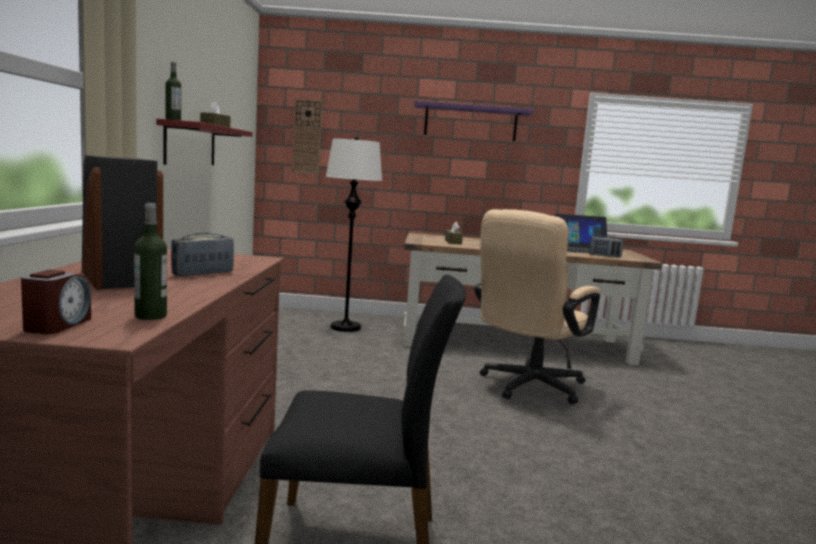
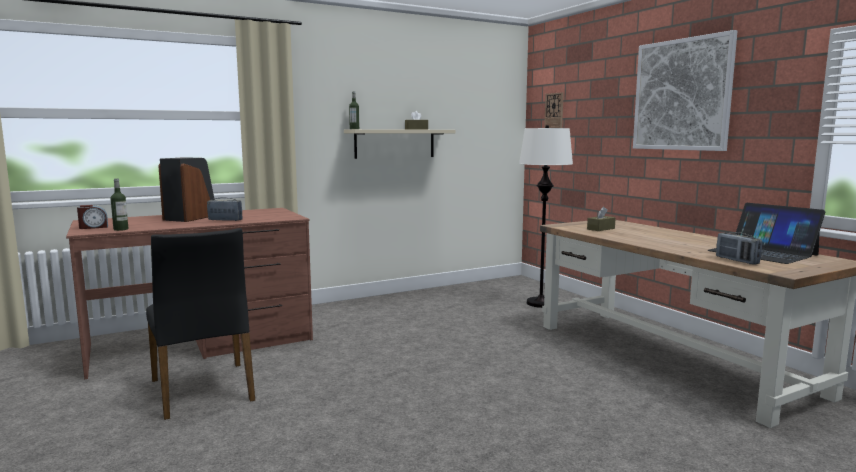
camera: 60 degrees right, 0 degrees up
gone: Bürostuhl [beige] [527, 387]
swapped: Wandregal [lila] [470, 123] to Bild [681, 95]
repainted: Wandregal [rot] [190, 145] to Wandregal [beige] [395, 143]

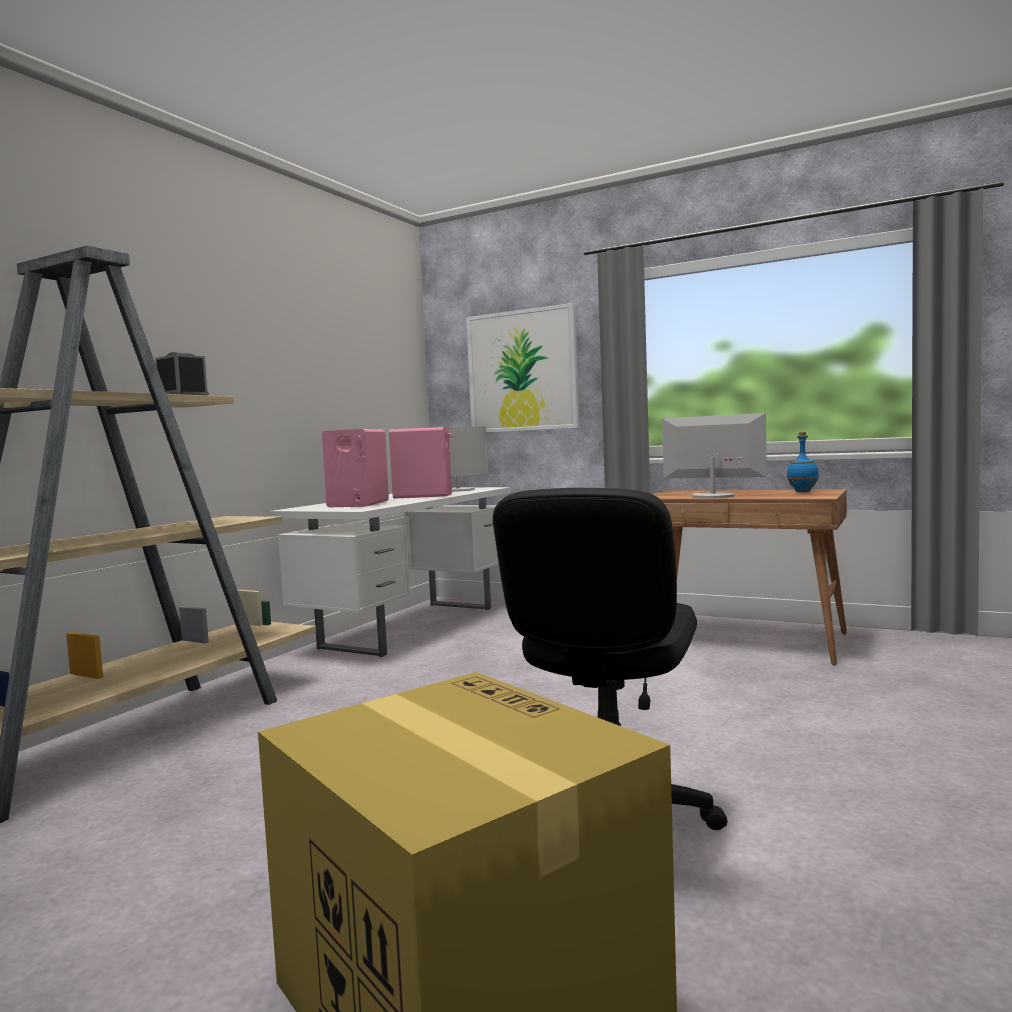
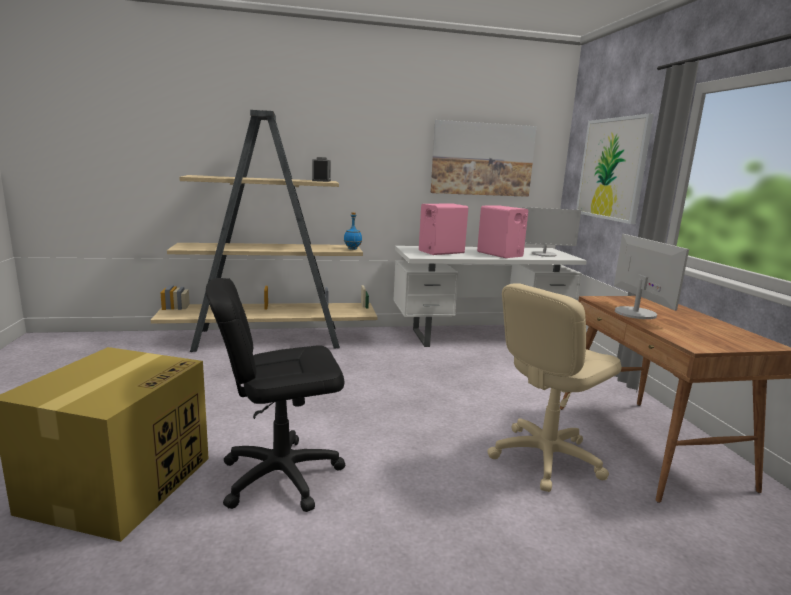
camera: 50 degrees right, 10 degrees up
new: Bild [482, 159]; Bürostuhl [beige] [545, 458]
shifted: Flasche [blau] [803, 491] to [353, 249]

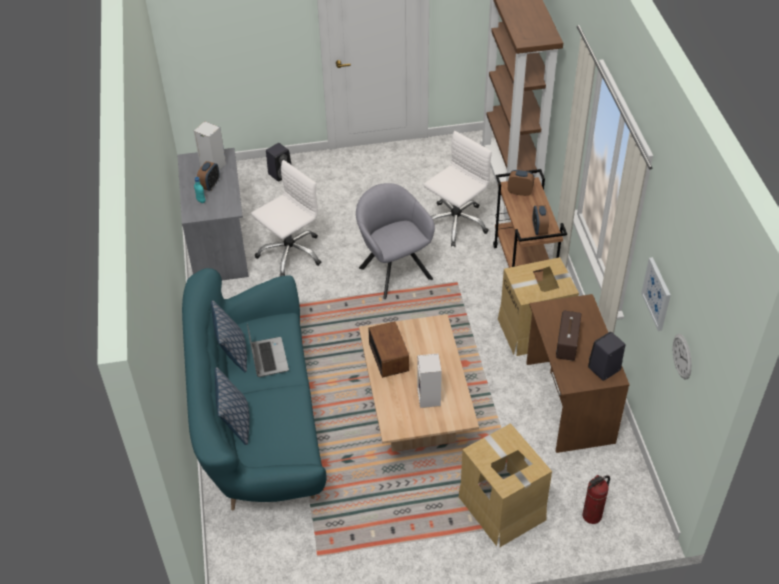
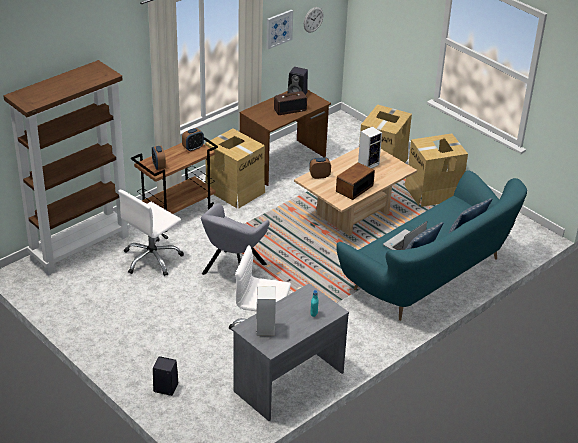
camera: 125 degrees left, 10 degrees down
gone: Feuerlöscher [592, 516]
new: Karton [433, 192]
shifted: Wecker [210, 185] to [319, 176]
rotated: Bürostuhl [weiß] [455, 223] = [152, 259] 60 degrees counterclockwise

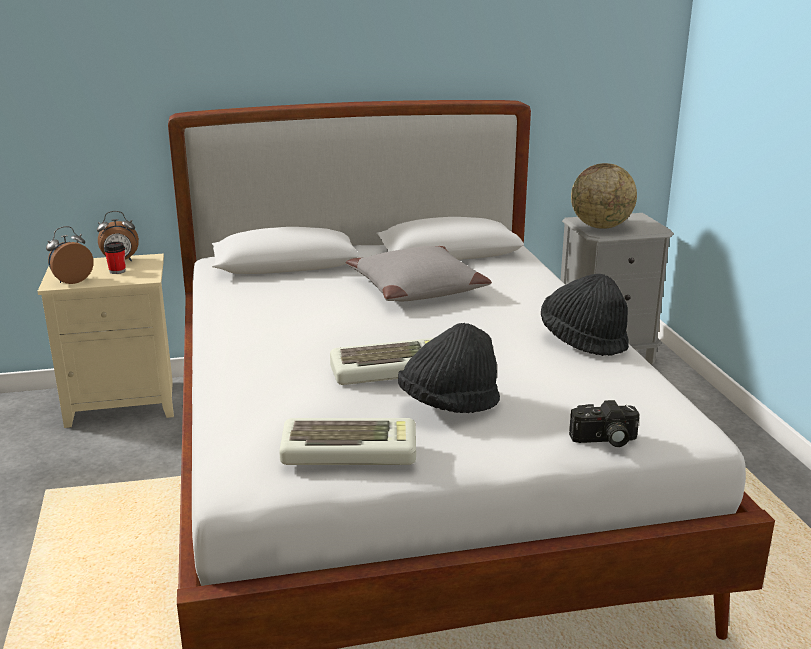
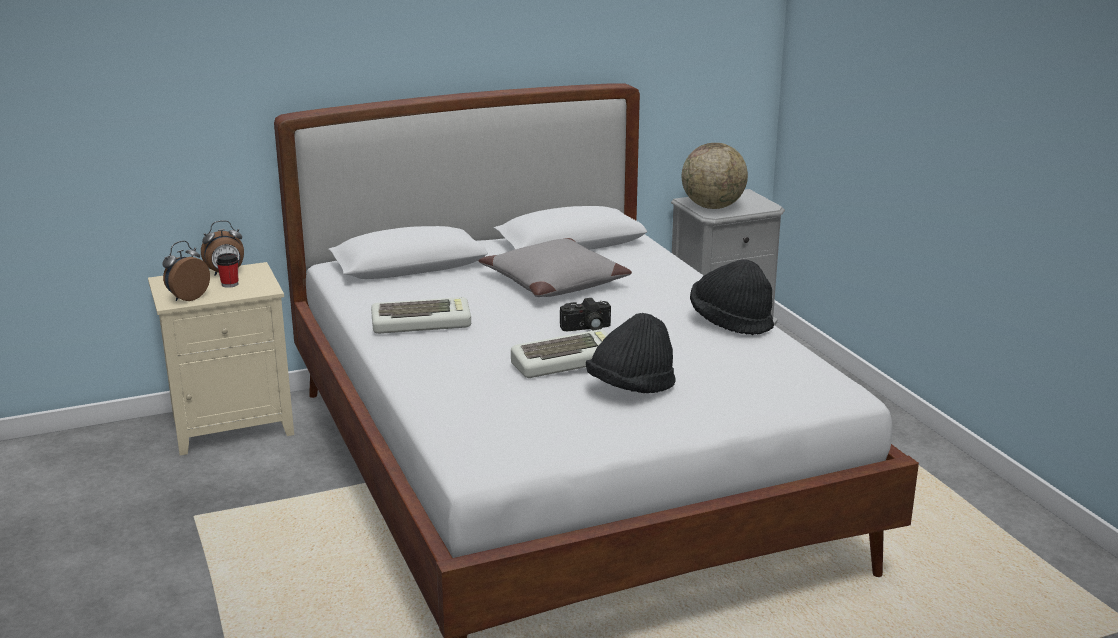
camera: 10 degrees left, 0 degrees up
shifted: Tastatur [350, 451] to [422, 323]; Kamera [604, 440] to [586, 328]

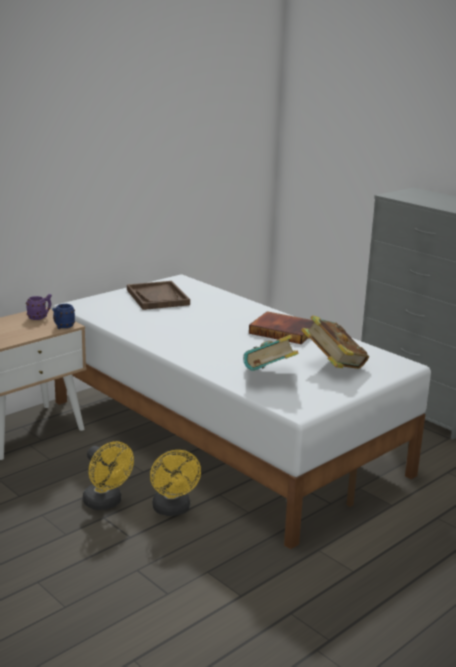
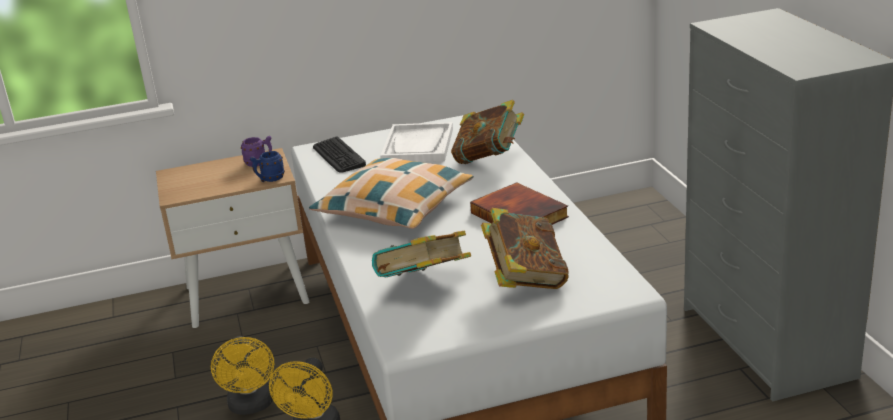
camera: 30 degrees right, 5 degrees up
new: Kissen [394, 207]; Tastatur [338, 156]; Buch [489, 159]
repainted: Tablett [braun] [158, 297] to Tablett [weiß] [418, 145]

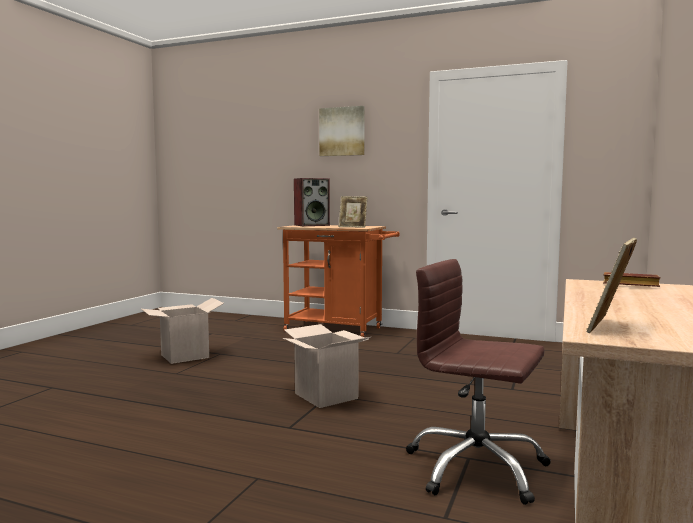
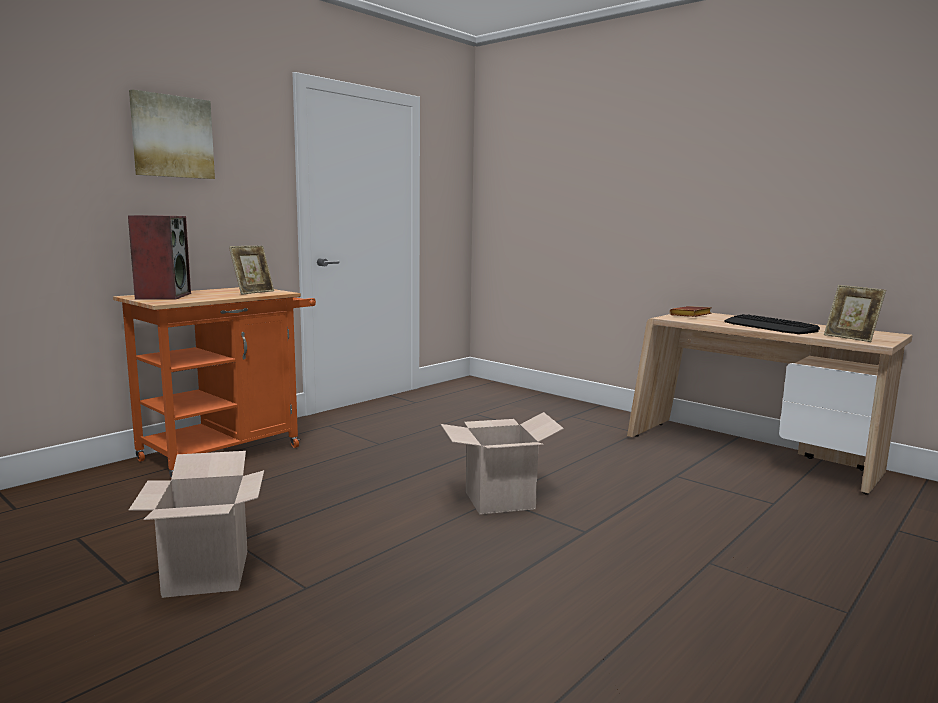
camera: 70 degrees left, 5 degrees up
gone: Bürostuhl [braun] [476, 468]
new: Tastatur [770, 326]

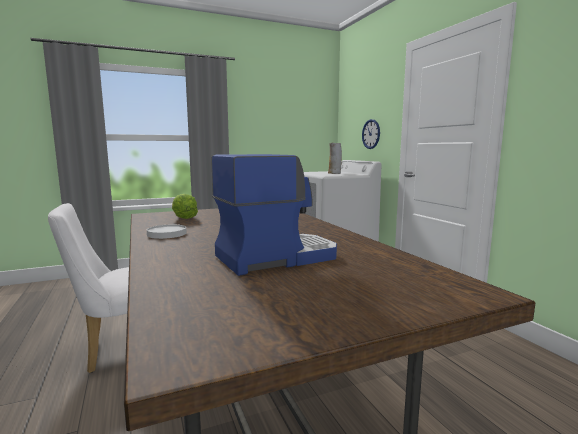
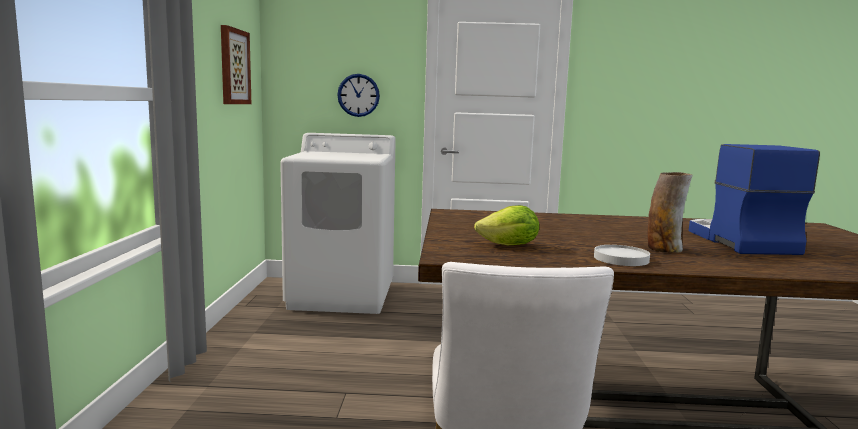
camera: 65 degrees left, 0 degrees up
new: Bild [233, 67]
shifted: Vase [334, 173] to [664, 249]

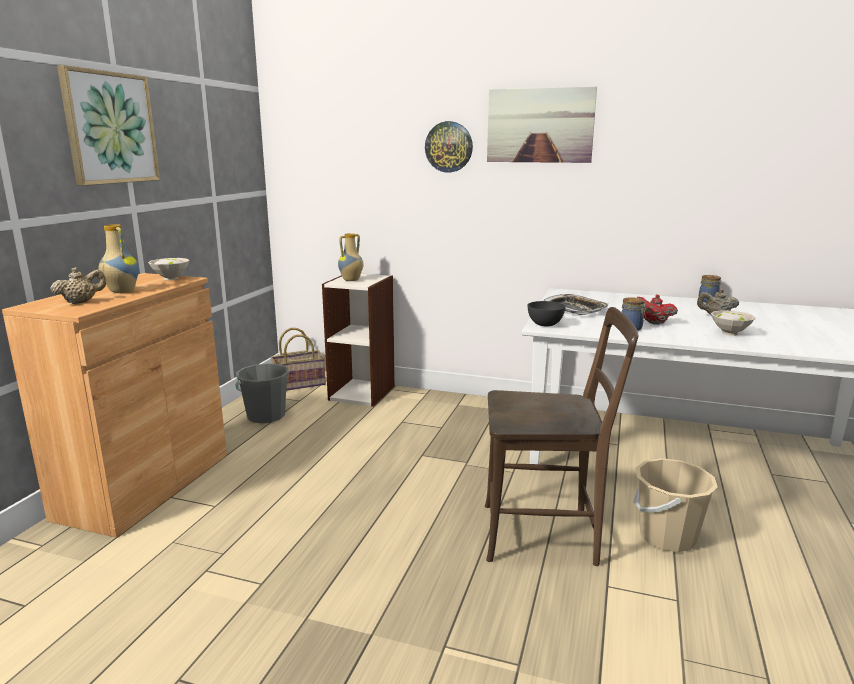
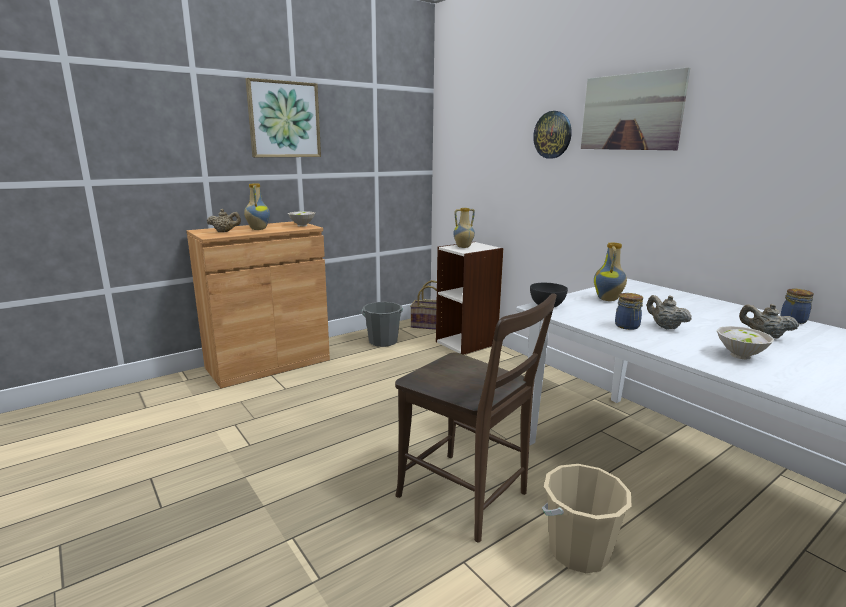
camera: 35 degrees right, 0 degrees up
swapped: Tablett [575, 309] to Vase [608, 299]
repainted: Teekanne [rot] [653, 323] to Teekanne [beige] [665, 327]

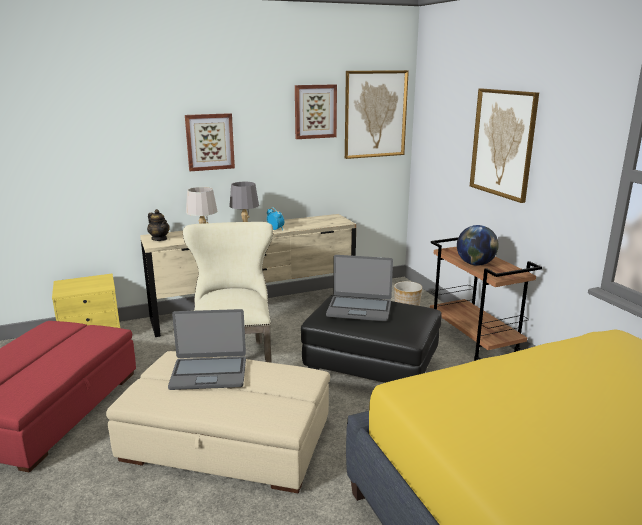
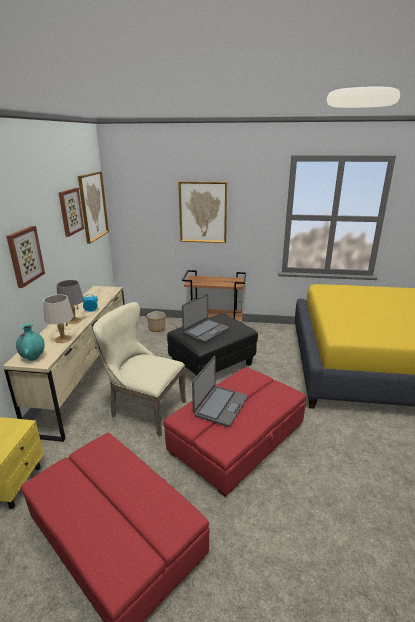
camera: 60 degrees left, 5 degrees up
gone: Globus [475, 264]
swapped: Teekanne [159, 239] to Vase [türkis] [33, 358]
repainted: Polsterhocker [beige] [227, 440] to Polsterhocker [rot] [237, 438]

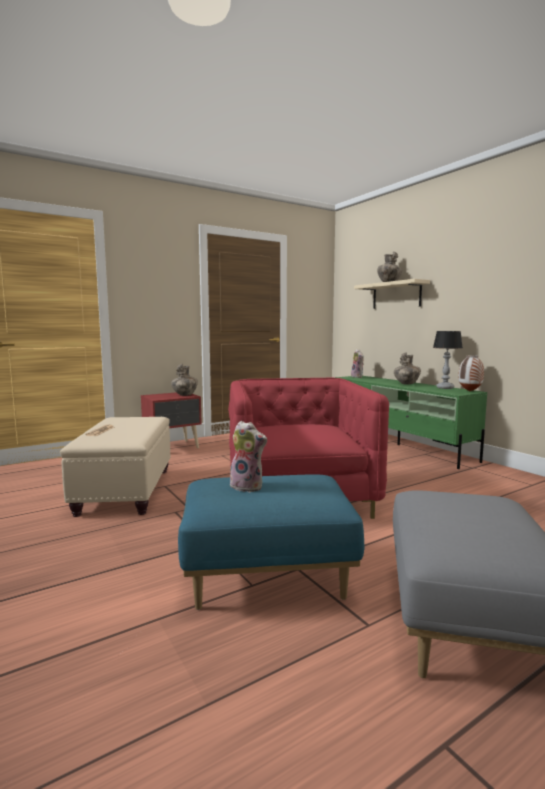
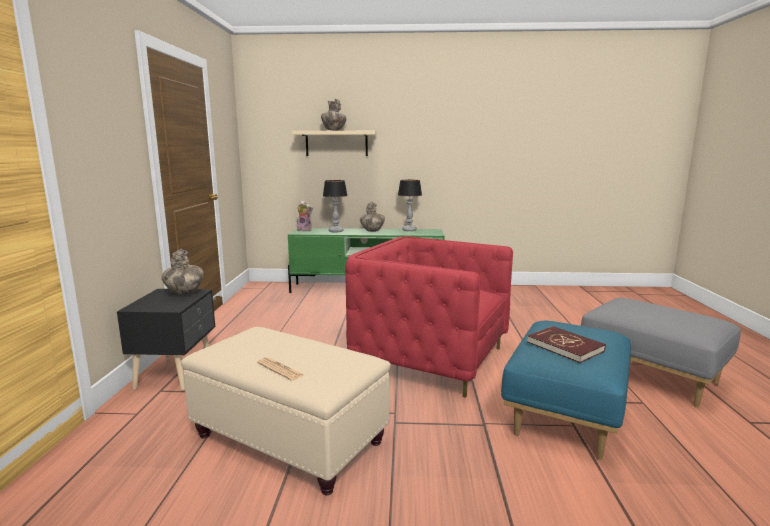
camera: 55 degrees left, 5 degrees up
gone: Vase [469, 391]
new: Tischlampe [336, 231]
swapped: Plüschtier [248, 486] to Buch [rot] [565, 346]
repainted: Nachttisch [rot] [173, 447] to Nachttisch [schwarz] [177, 373]

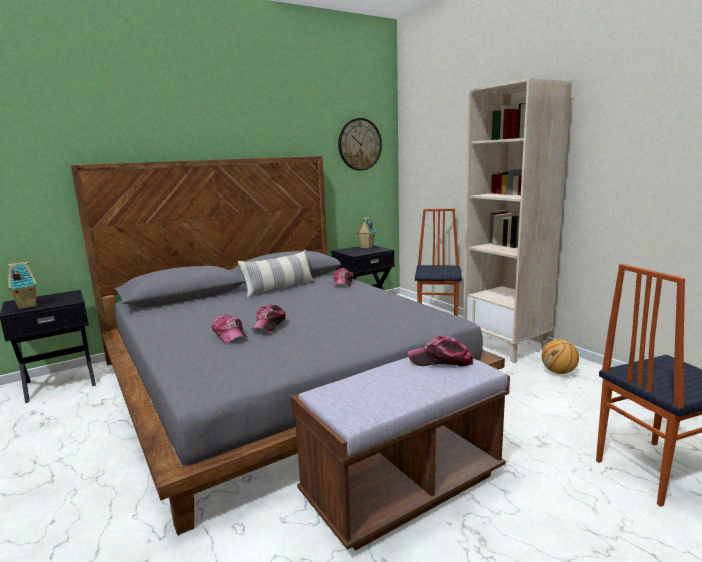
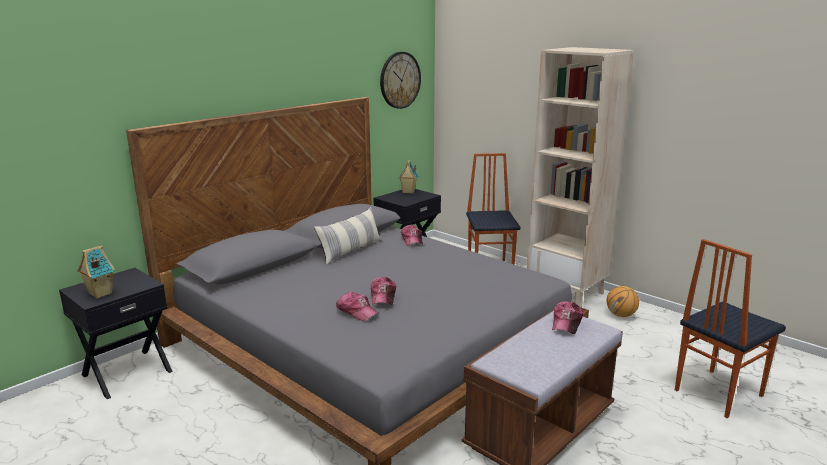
camera: 15 degrees left, 5 degrees up
rotated: Kappe [440, 360] = [566, 323] 60 degrees counterclockwise

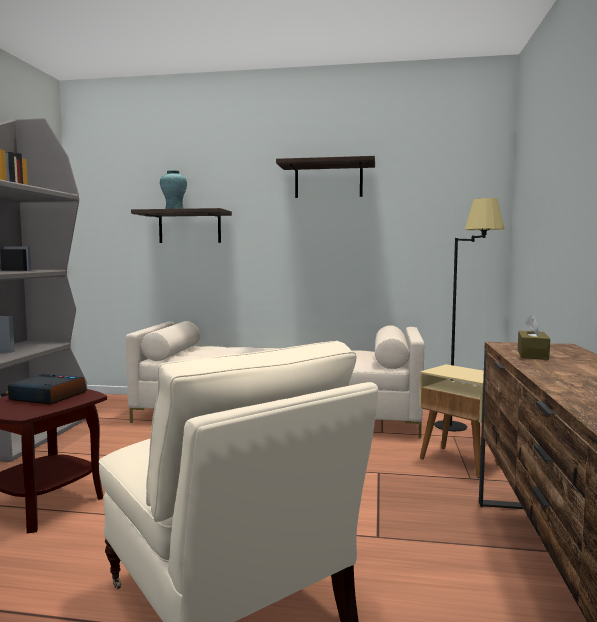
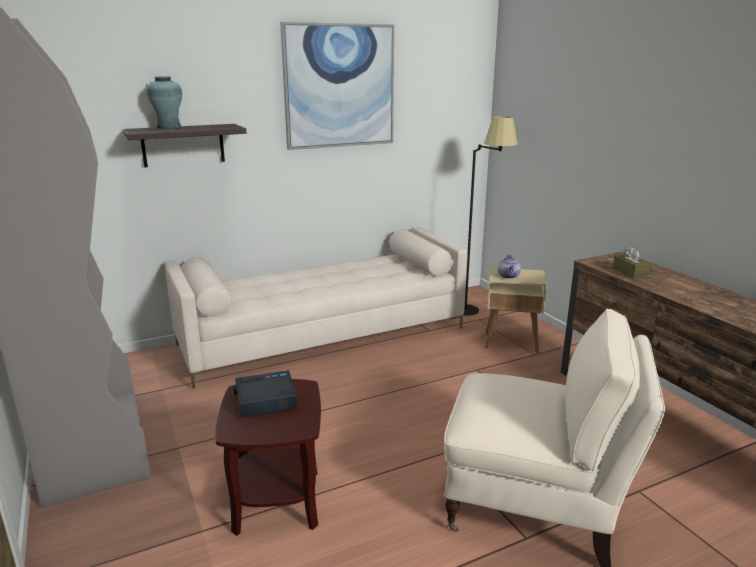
camera: 35 degrees left, 15 degrees up
new: Teekanne [509, 276]
swapped: Wandregal [328, 180] to Bild [339, 86]

